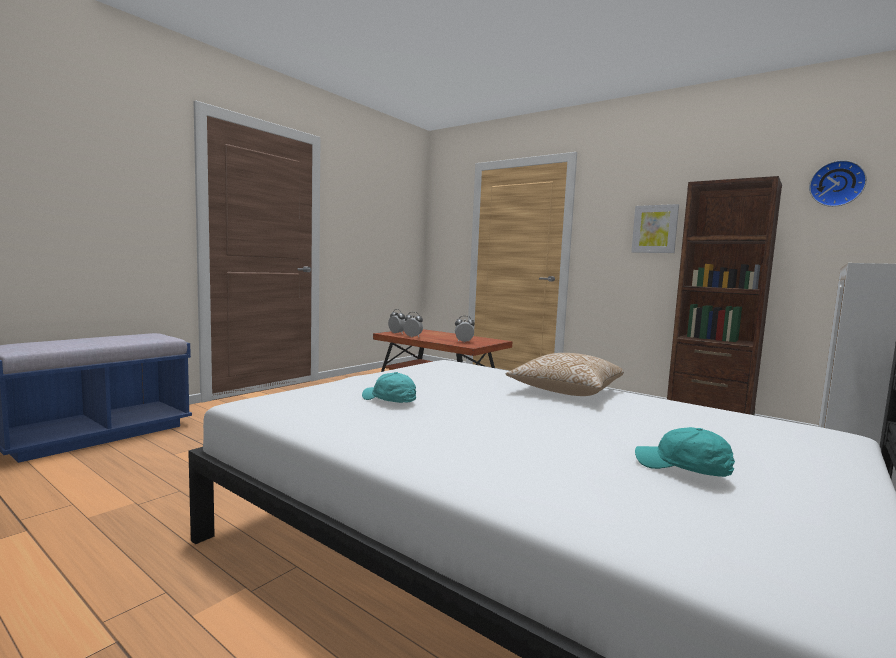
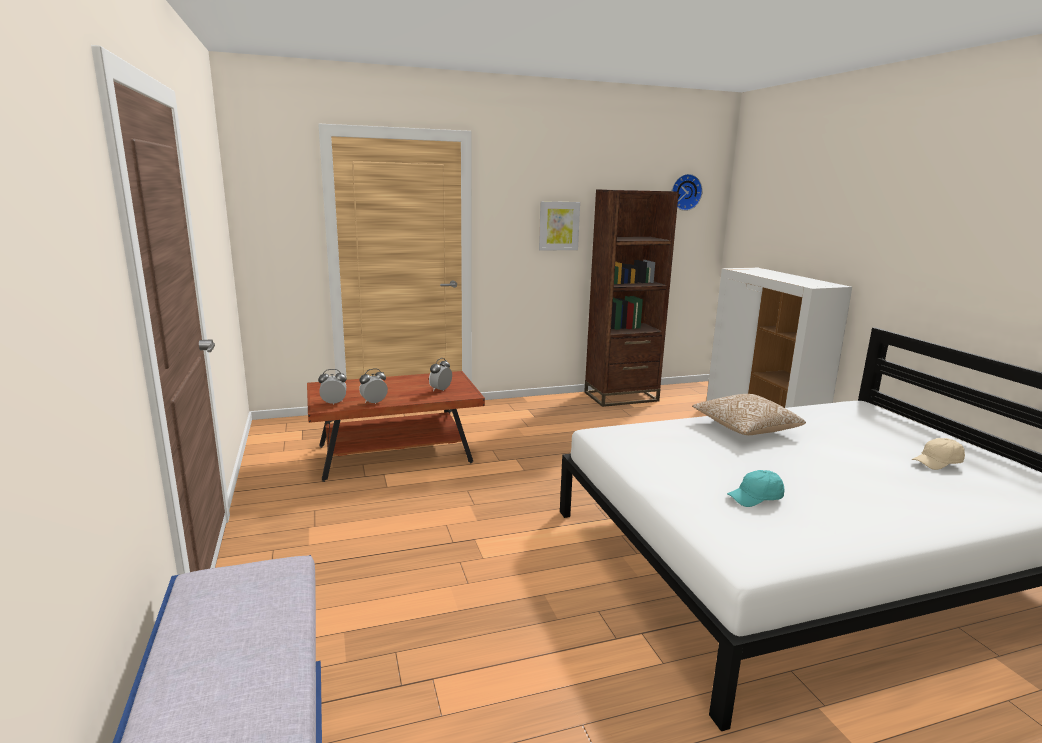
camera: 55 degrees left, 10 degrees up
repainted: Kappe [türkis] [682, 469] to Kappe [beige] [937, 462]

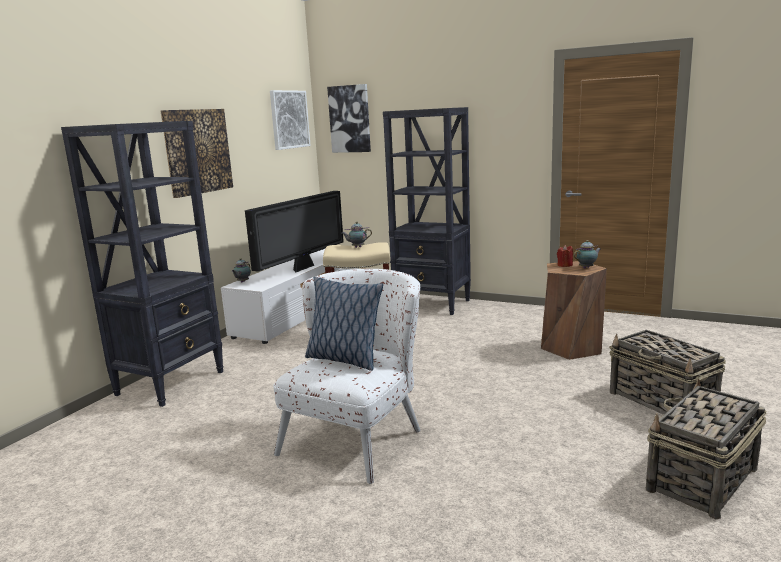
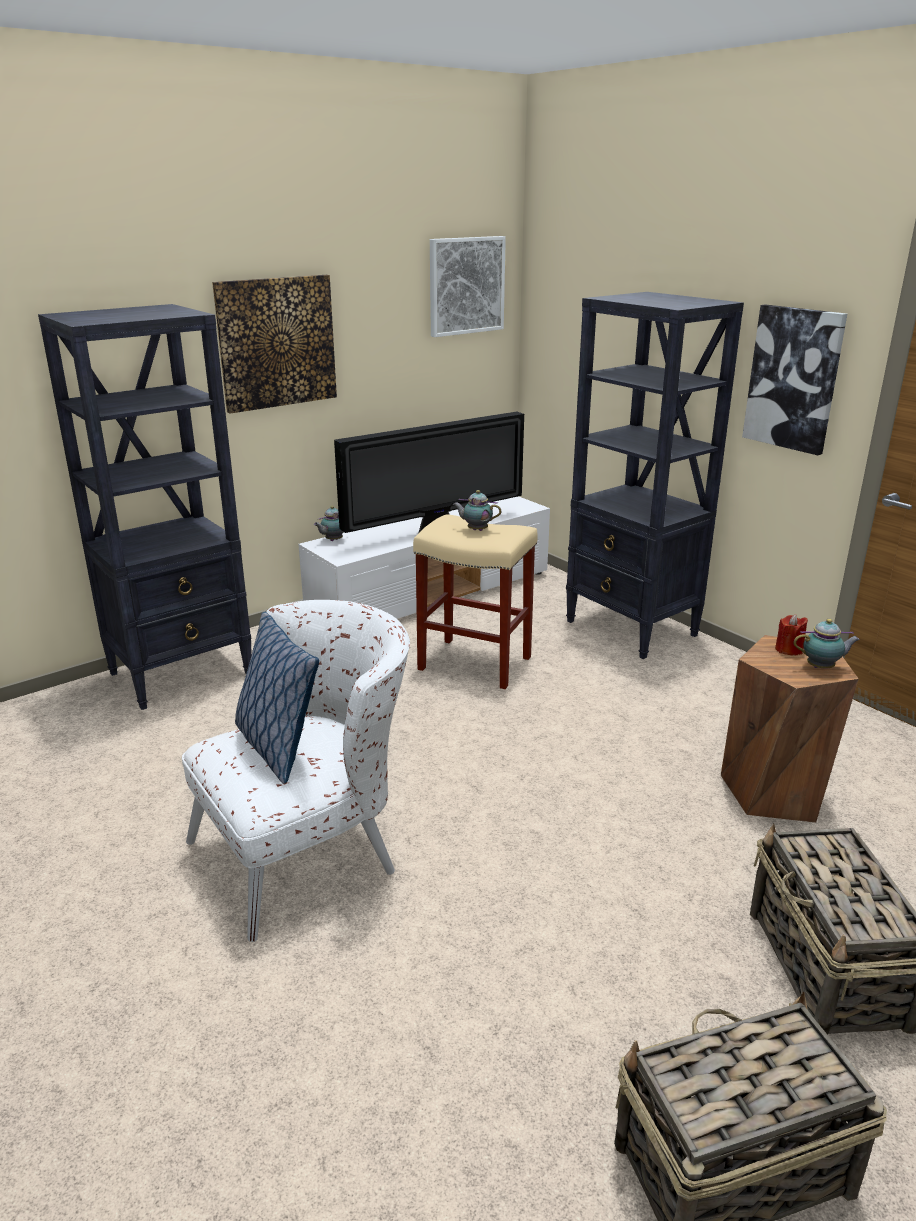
camera: 25 degrees right, 10 degrees up
shifted: Bild [350, 119] to [794, 378]

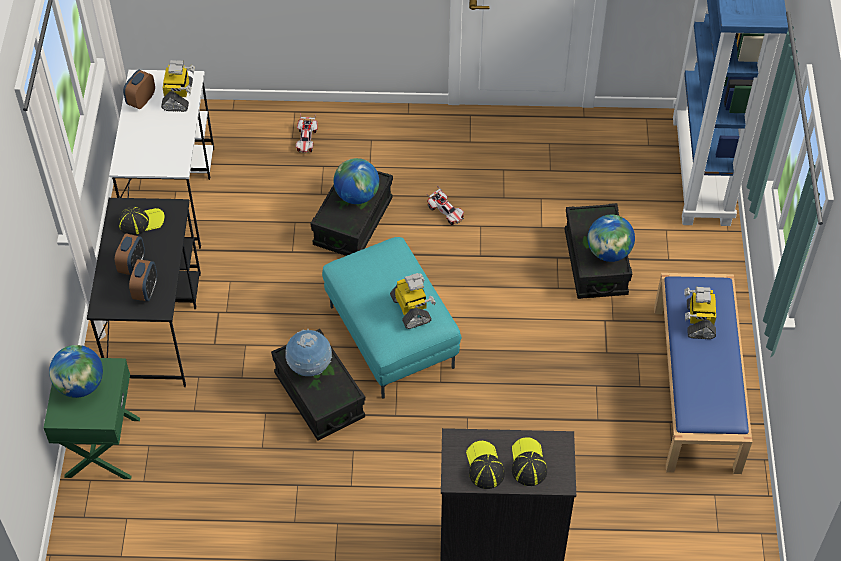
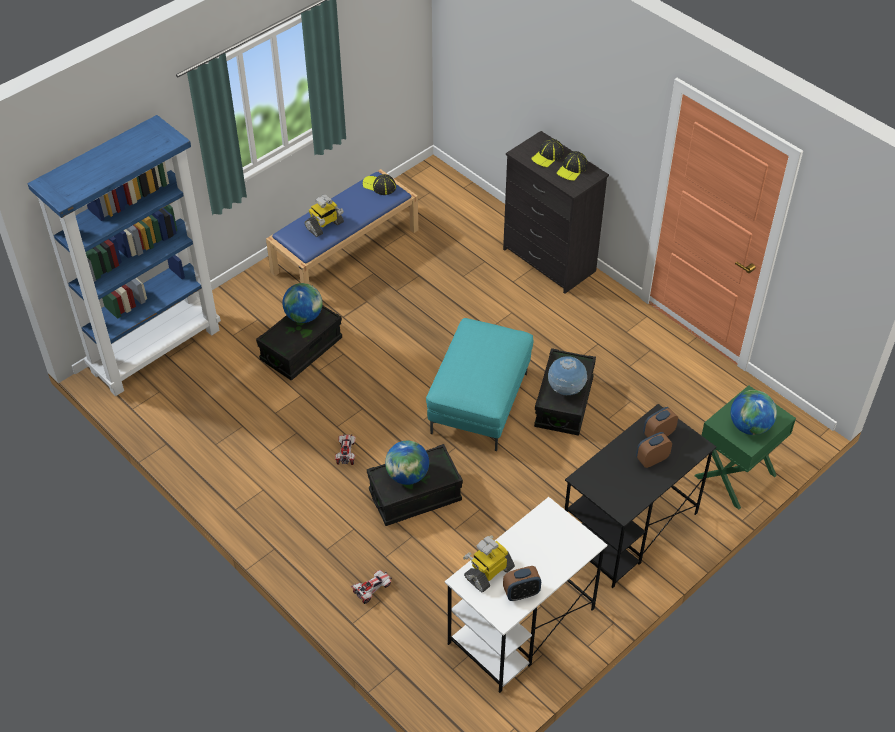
camera: 135 degrees left, 5 degrees down
gone: Spielzeugroboter [411, 309]
shifted: Kappe [141, 221] to [379, 186]

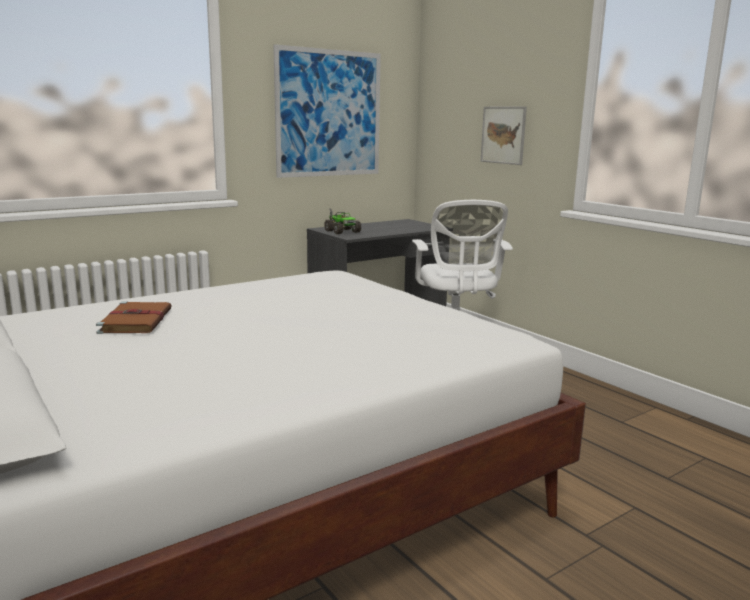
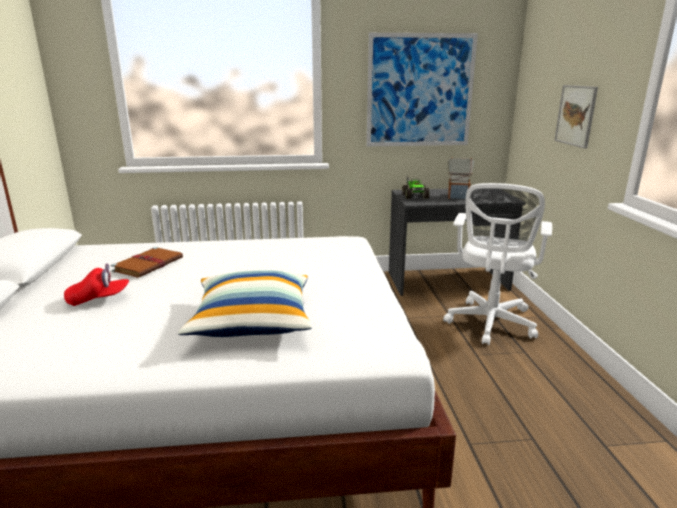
camera: 30 degrees right, 5 degrees up
new: Kappe [rot] [99, 299]; Kissen [252, 321]; Spielzeughaus [457, 196]

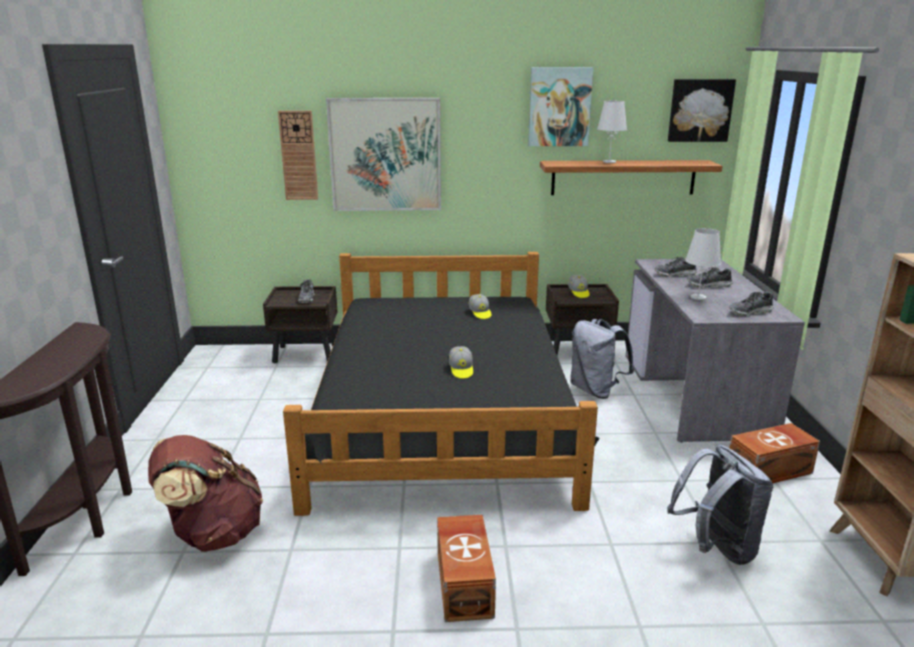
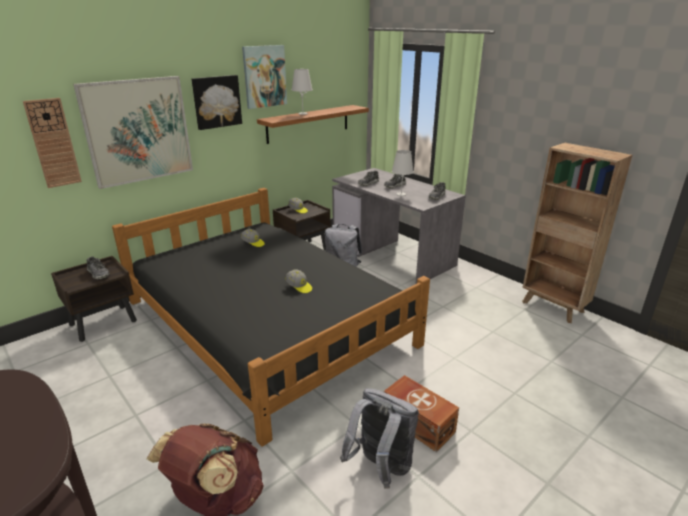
camera: 40 degrees left, 5 degrees up
gone: Aufbewahrungsbox [braun] [770, 471]
shifted: Bild [700, 110] to [216, 101]; Rucksack [grau] [716, 548] to [380, 468]

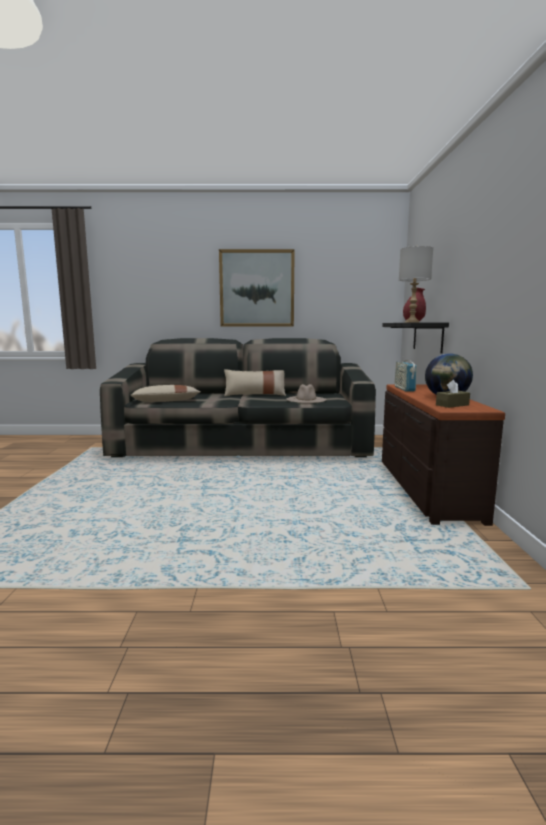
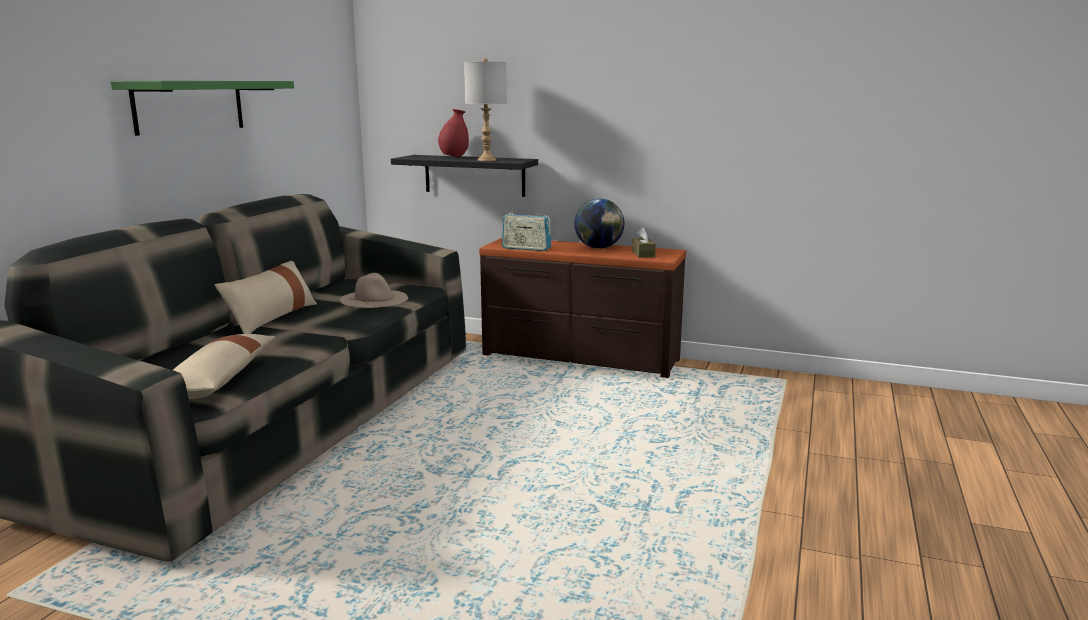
camera: 70 degrees left, 5 degrees up
swapped: Bild [257, 288] to Wandregal [grün] [189, 106]

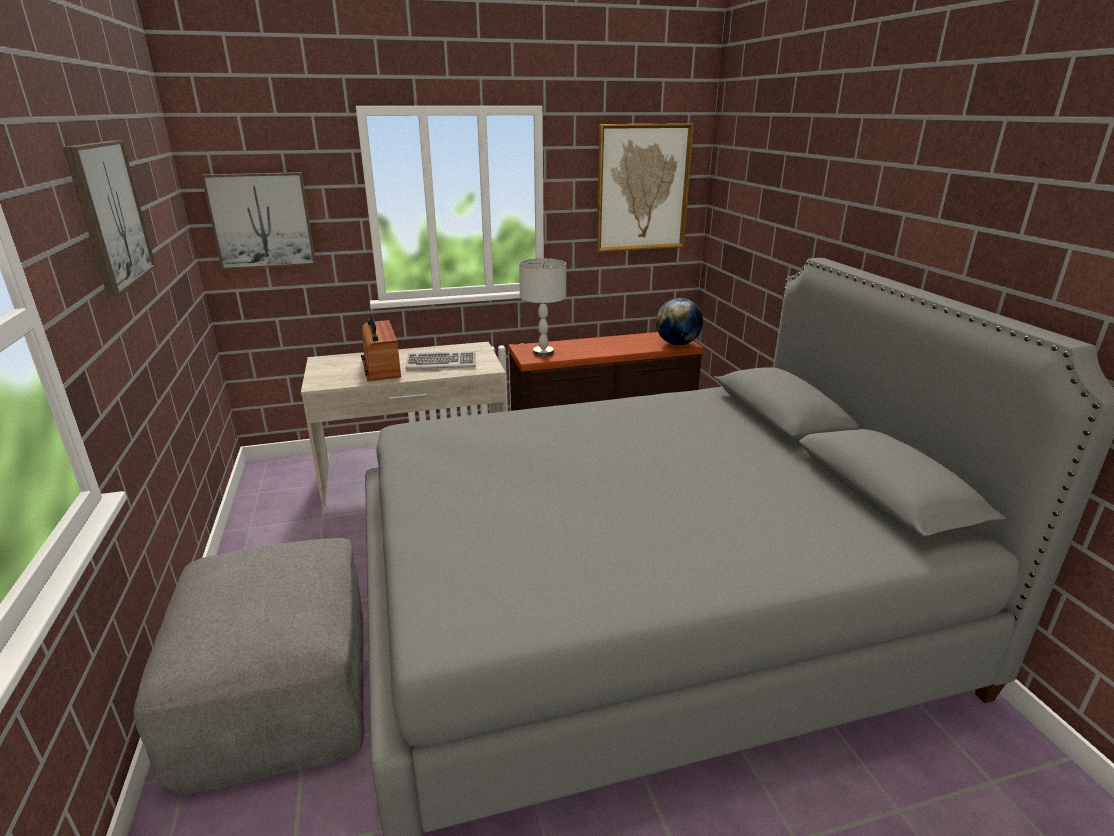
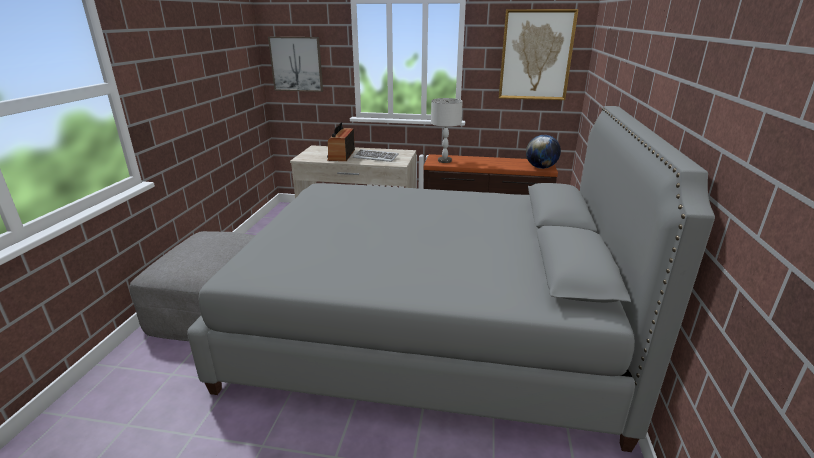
camera: 25 degrees right, 0 degrees up
gone: Bild [110, 215]

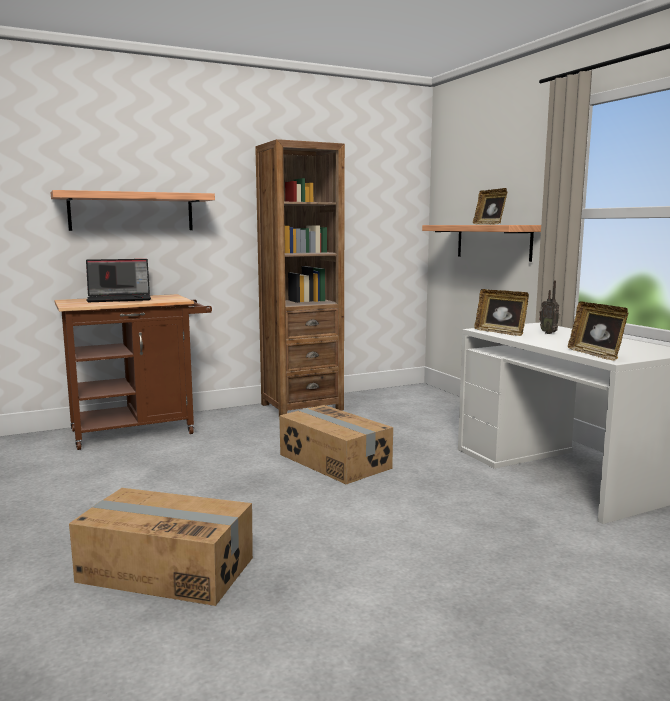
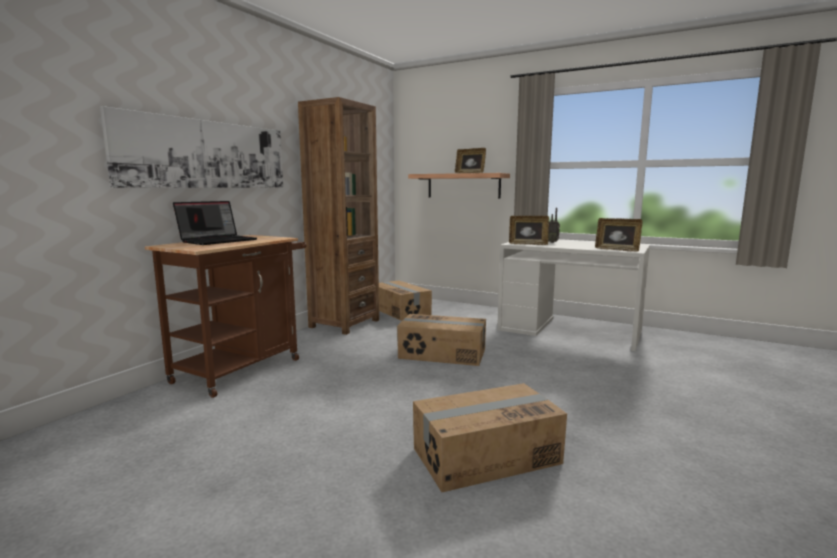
camera: 35 degrees left, 0 degrees up
new: Karton [400, 310]
swapped: Wandregal [131, 212] to Bild [207, 154]

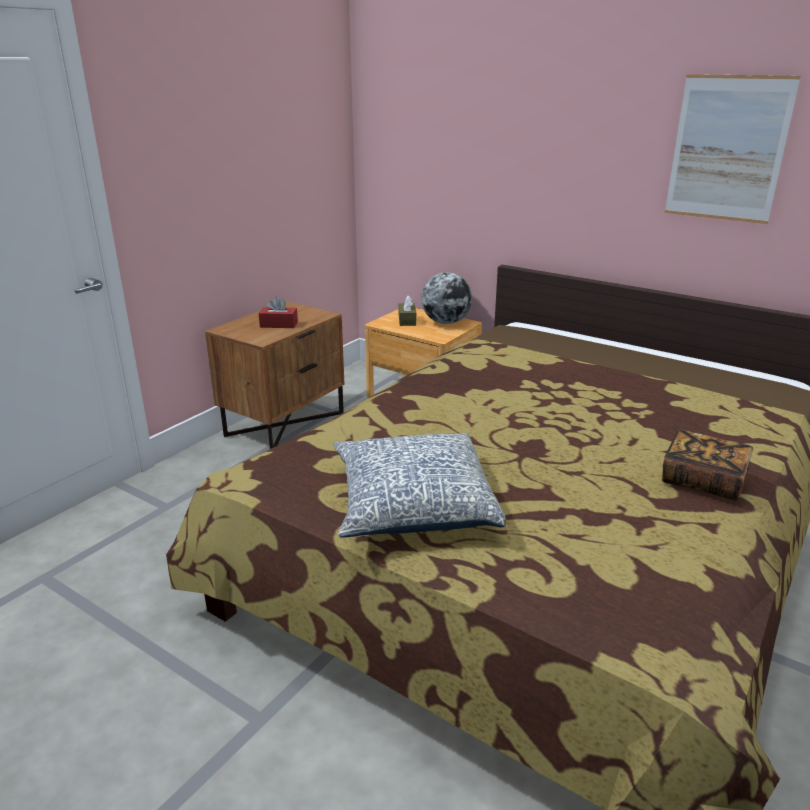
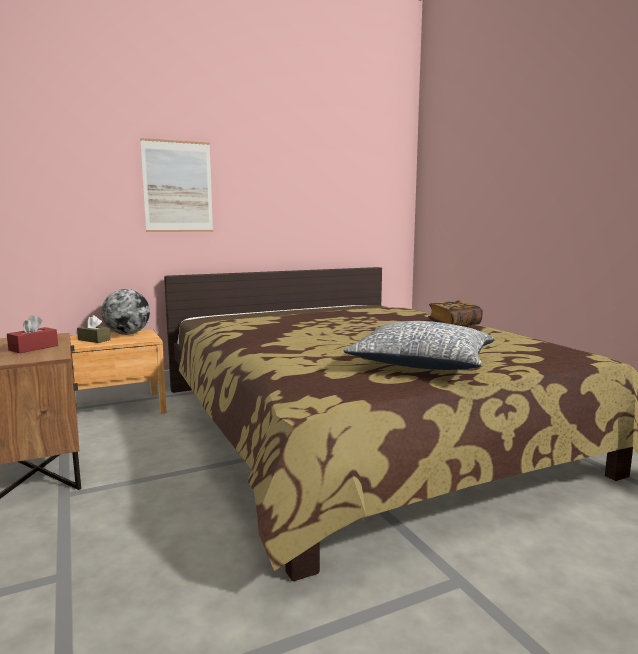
camera: 60 degrees left, 15 degrees down
shifted: Bild [727, 149] to [178, 186]

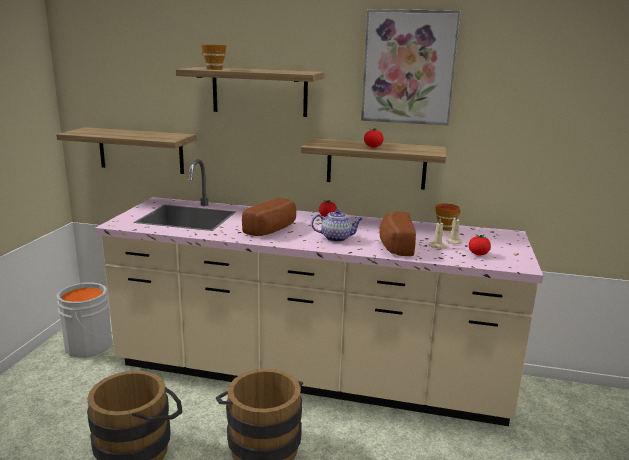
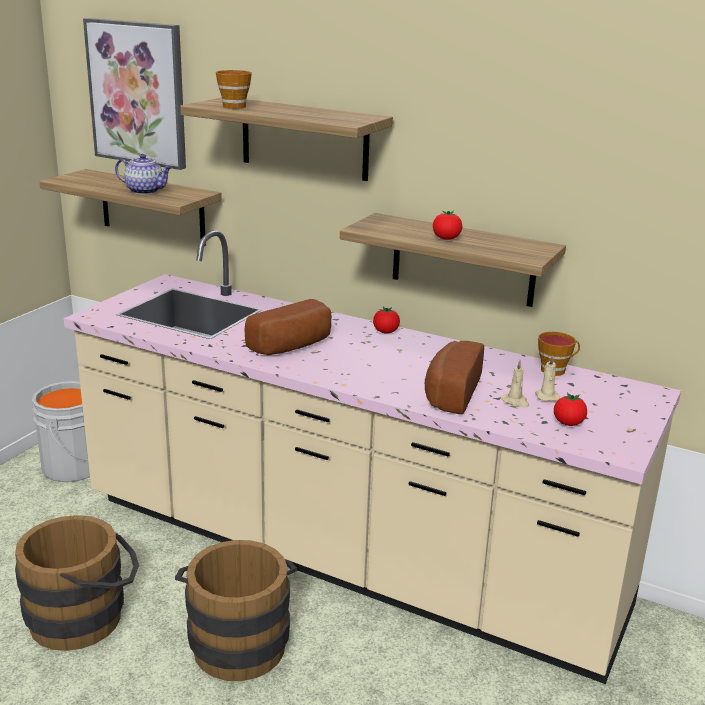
camera: 15 degrees right, 5 degrees up
shifted: Bild [408, 67] to [138, 93]; Teekanne [337, 238] to [146, 191]

